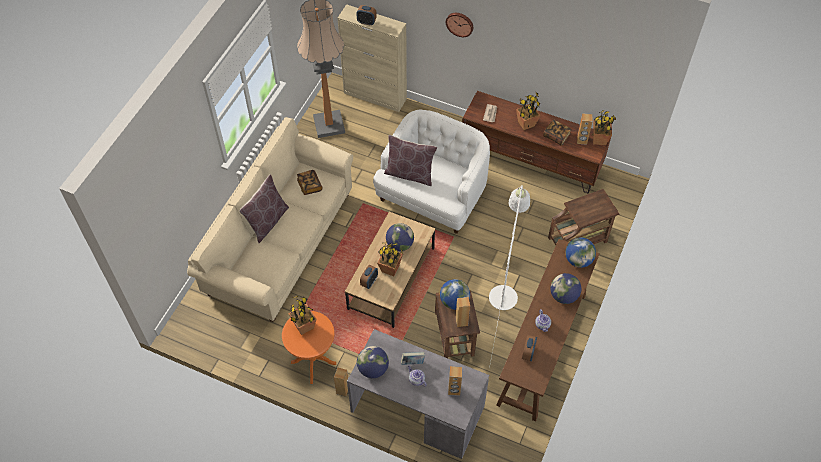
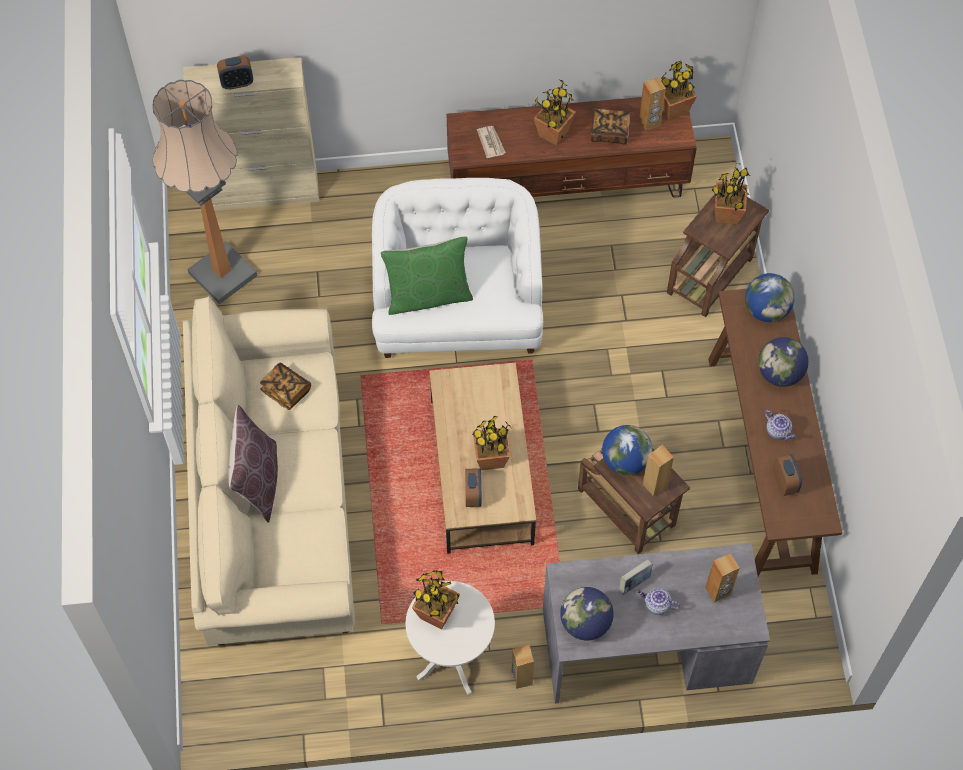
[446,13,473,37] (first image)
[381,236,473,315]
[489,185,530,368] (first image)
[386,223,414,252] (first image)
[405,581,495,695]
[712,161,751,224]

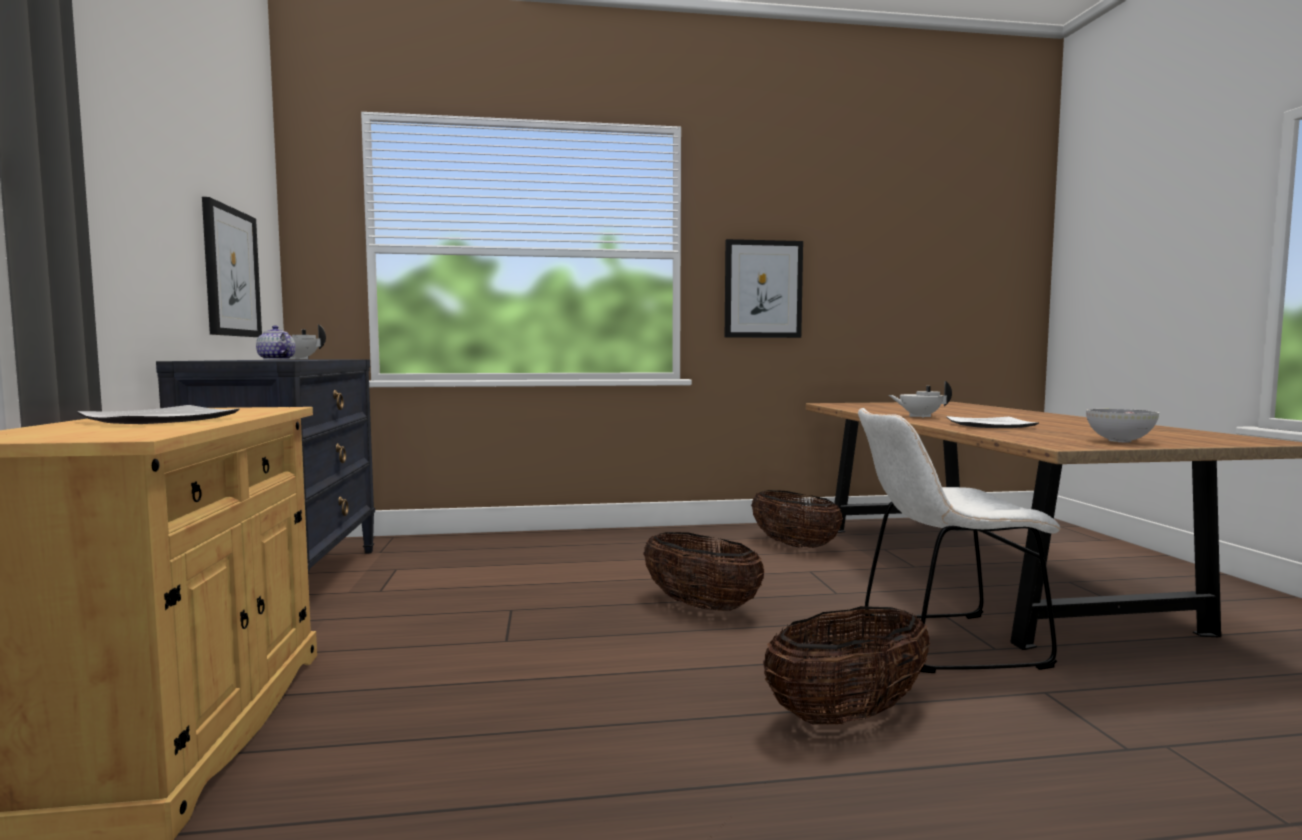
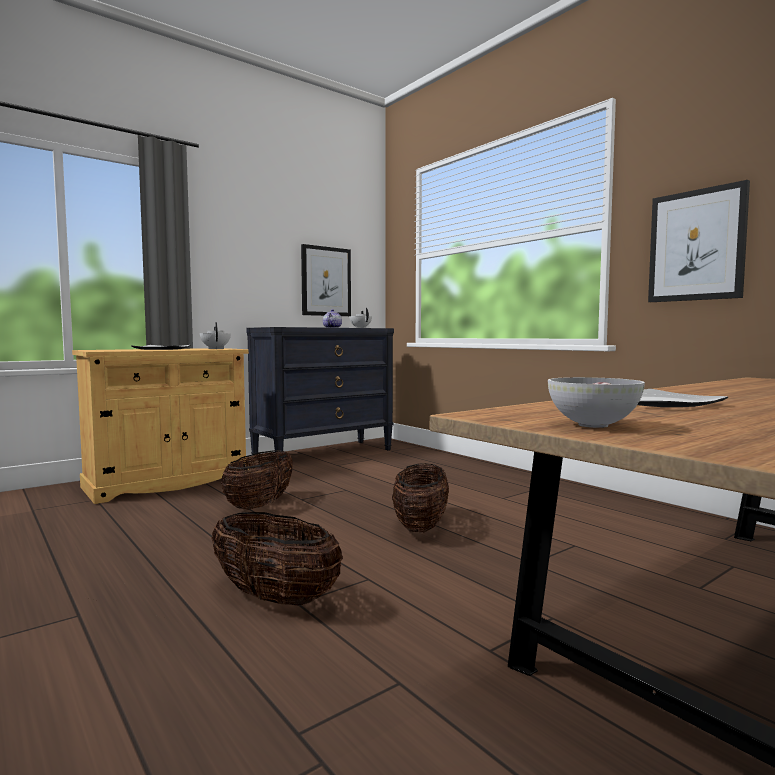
[200,322,231,349]
[858,408,1061,673] (first image)
[221,451,293,510]

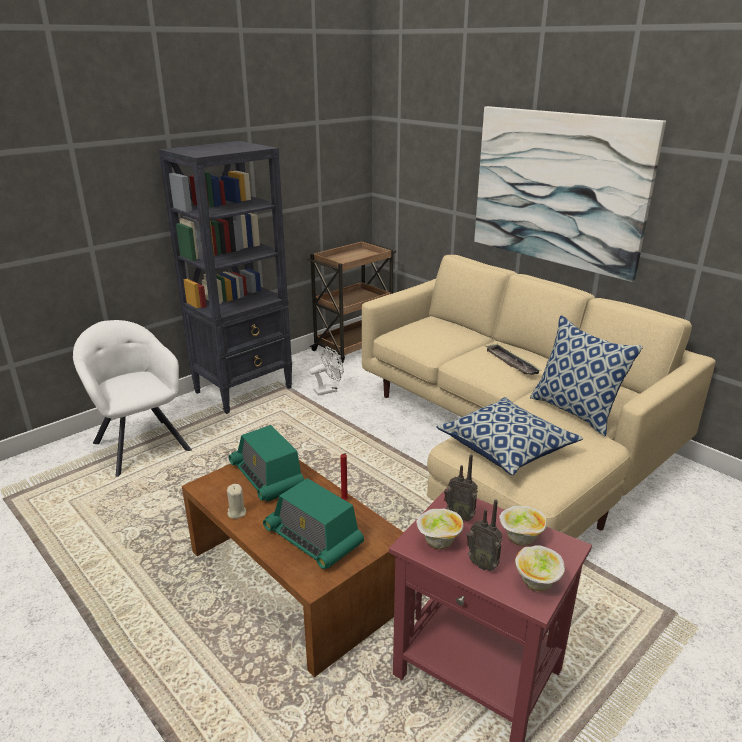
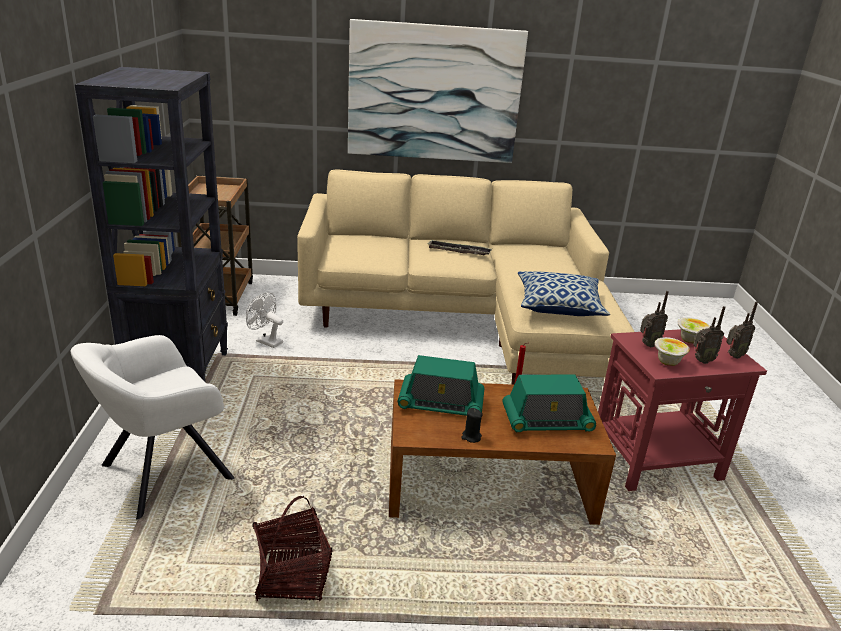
[530,315,643,436] (first image)
[71,335,235,519]
[246,292,283,348]
[461,408,483,443]
[726,302,758,359]
[252,496,333,601]

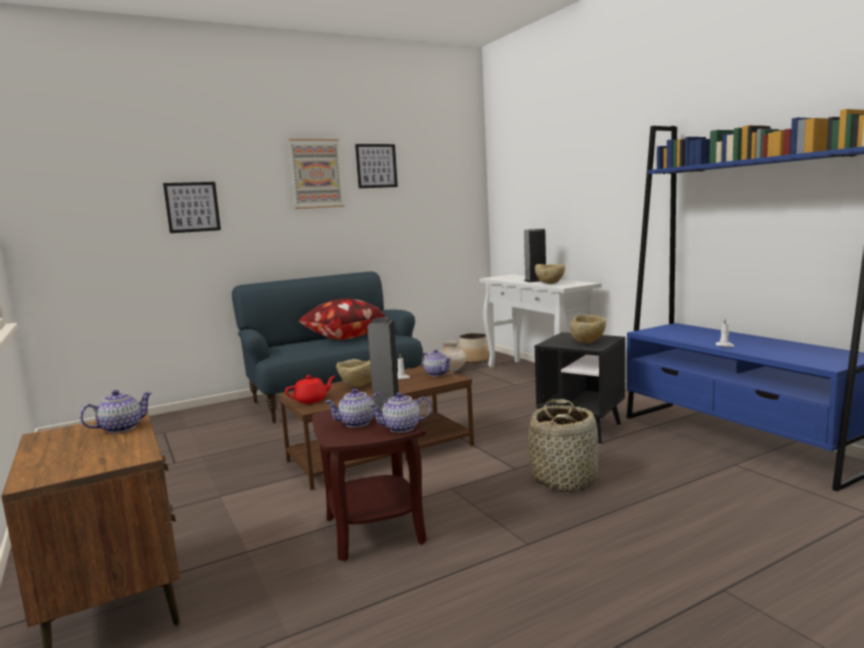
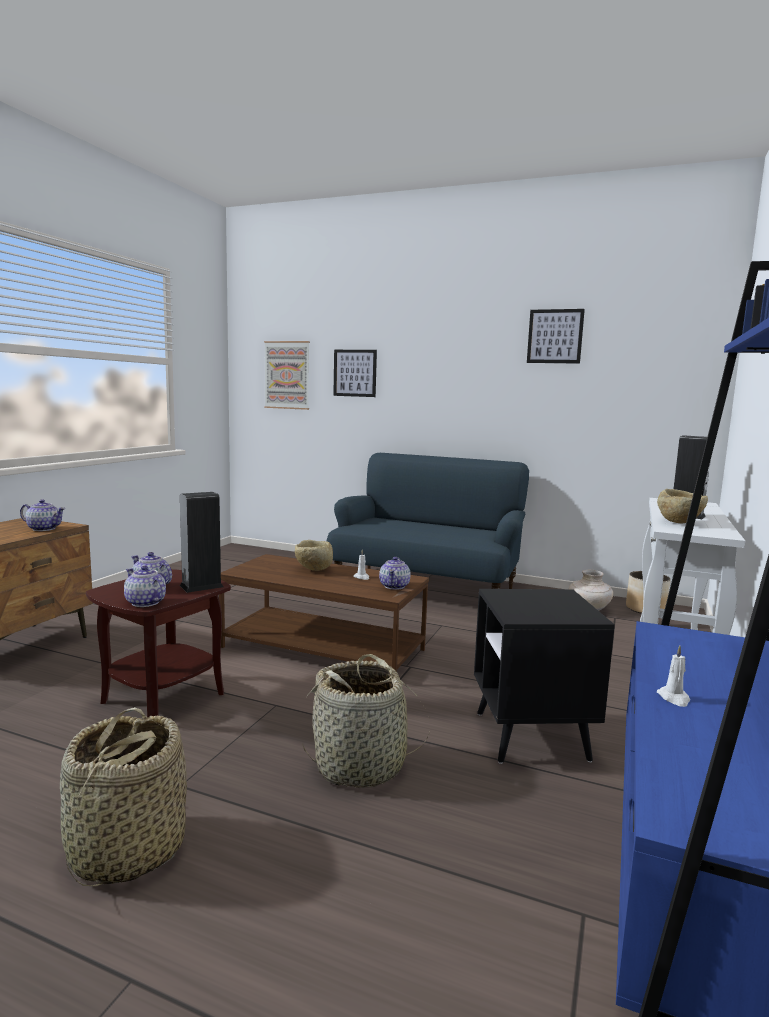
[264,341,310,410]
[299,299,385,340] (first image)
[570,315,606,343] (first image)
[285,375,335,404] (first image)
[60,707,187,887]

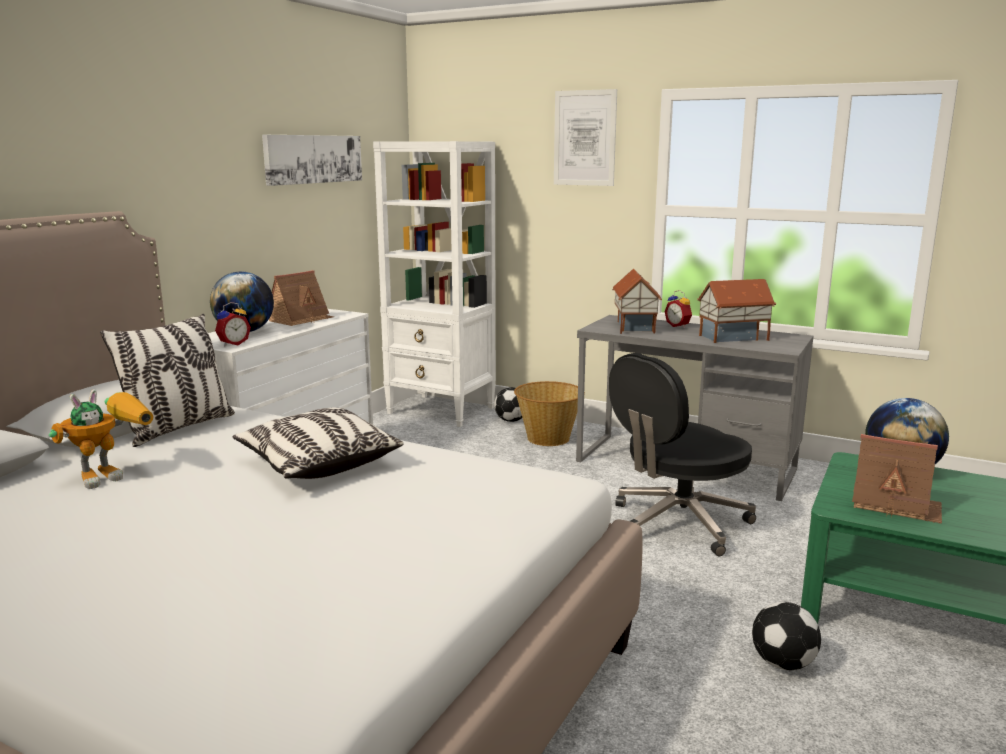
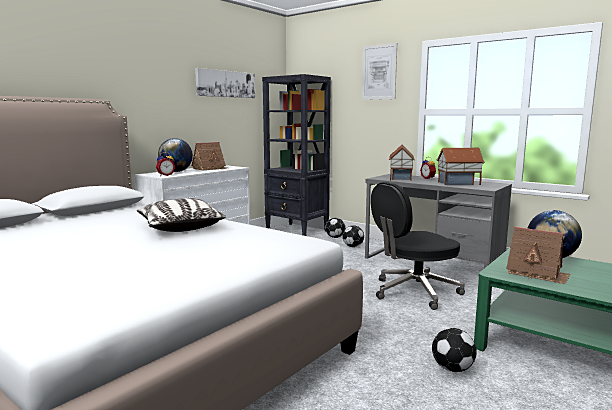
[262,74,331,236]
[100,314,235,447] (first image)
[342,225,364,247]
[49,389,154,489] (first image)

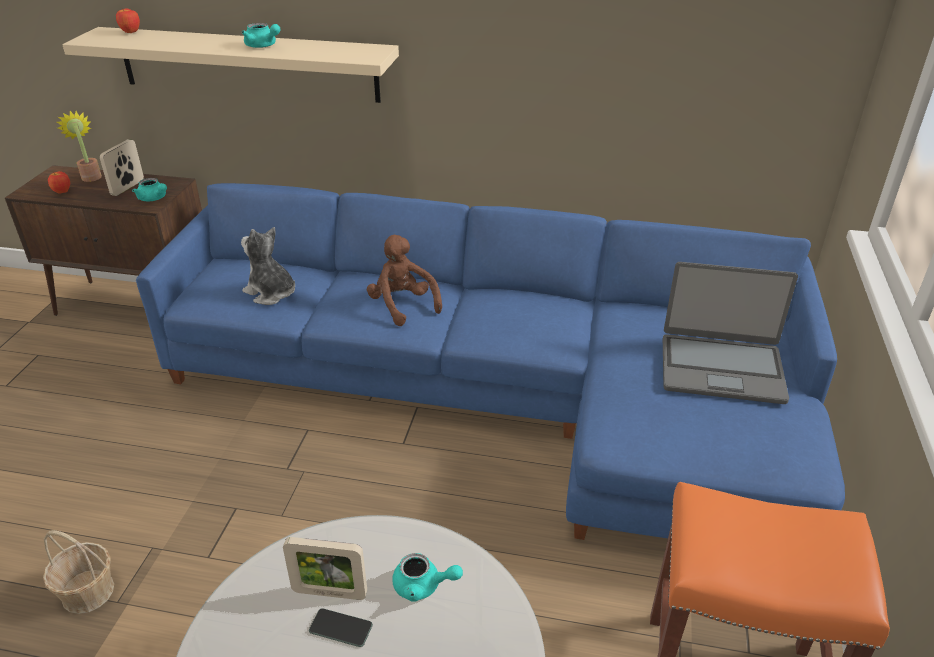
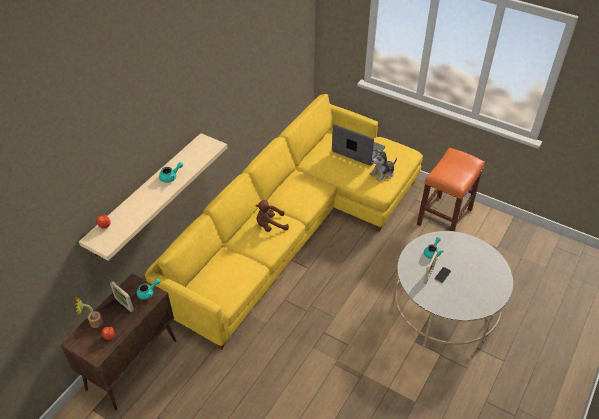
[145,94,423,350]
[370,148,397,182]
[332,124,385,166]
[43,530,114,614] (first image)

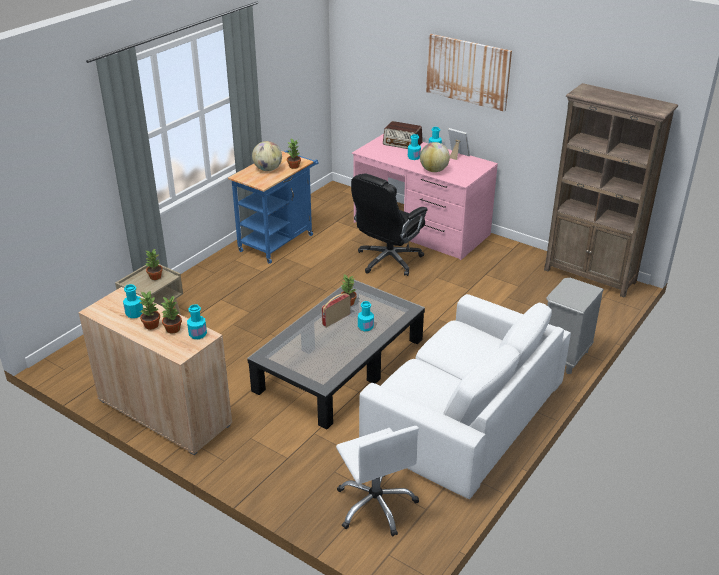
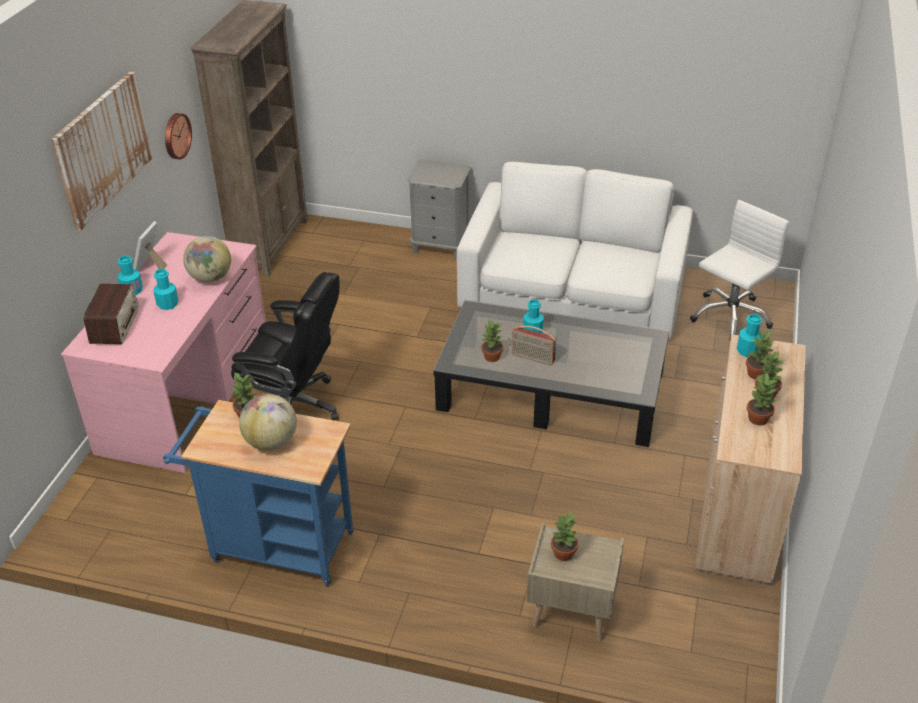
[747,372,778,425]
[165,113,192,159]

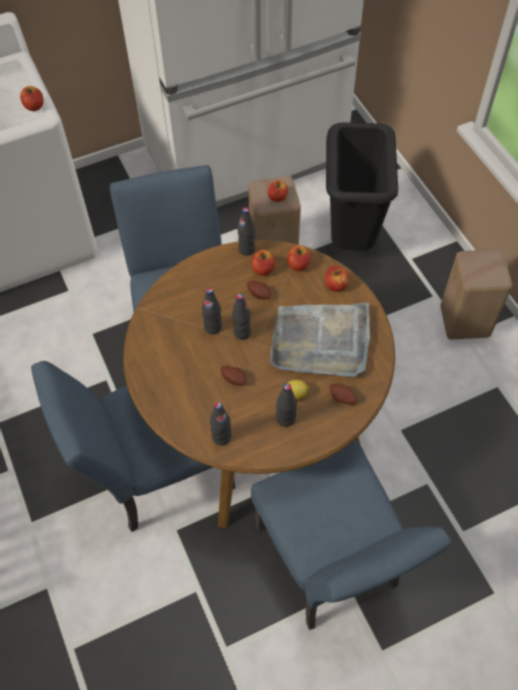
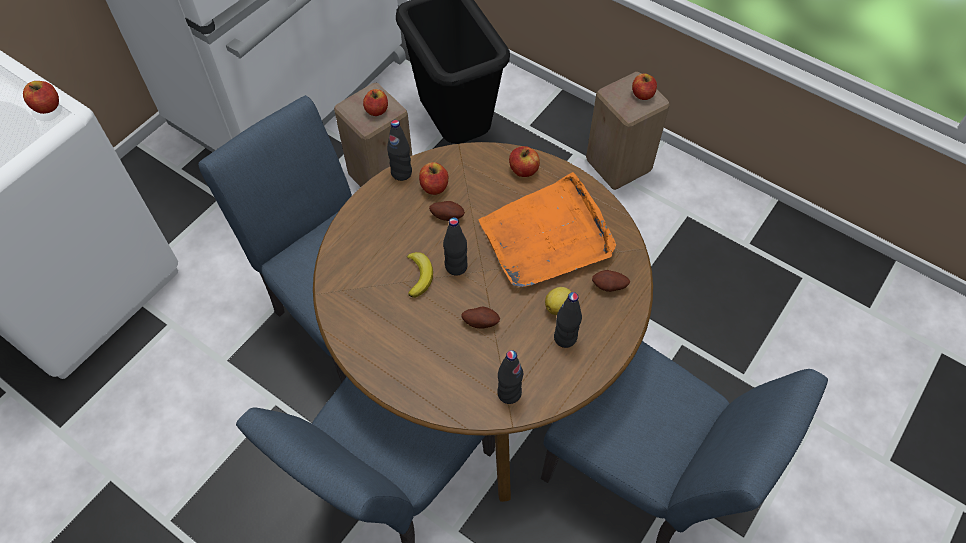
[632,73,657,100]
[407,252,433,298]
[479,172,616,287]

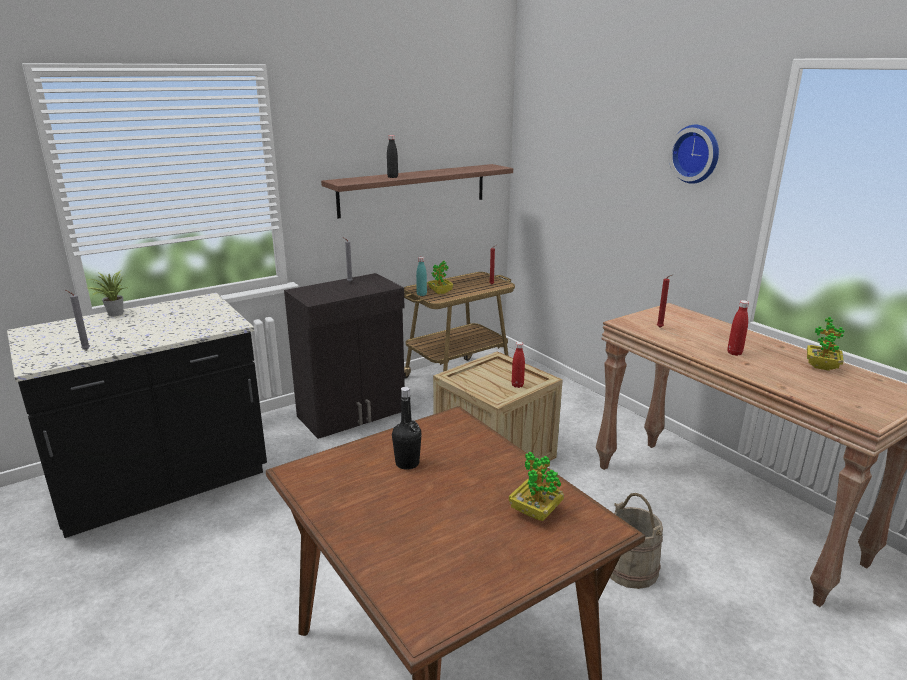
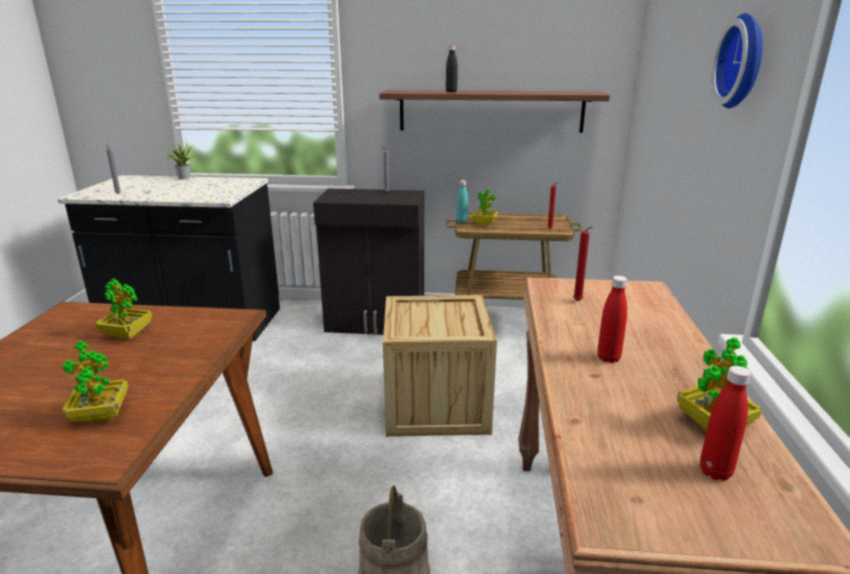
[700,366,751,481]
[95,279,152,339]

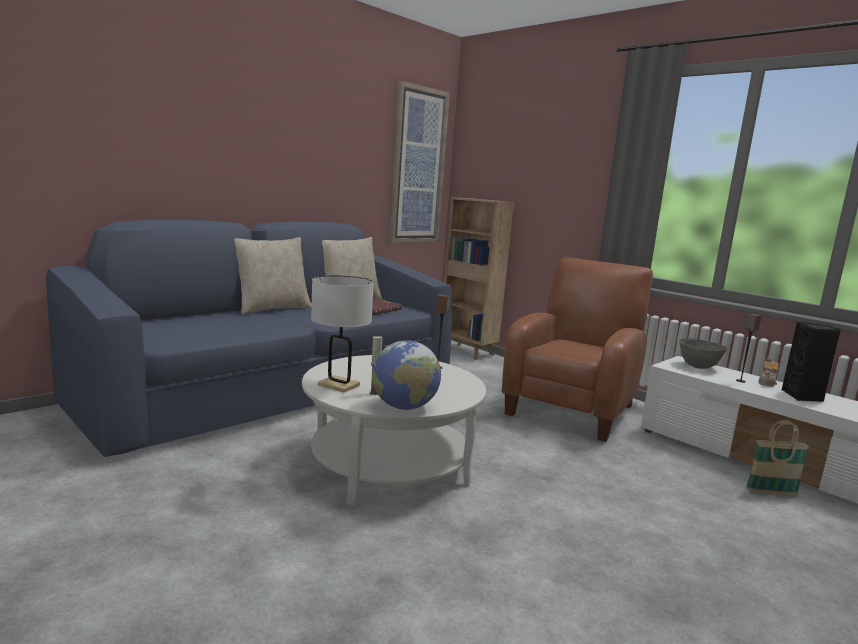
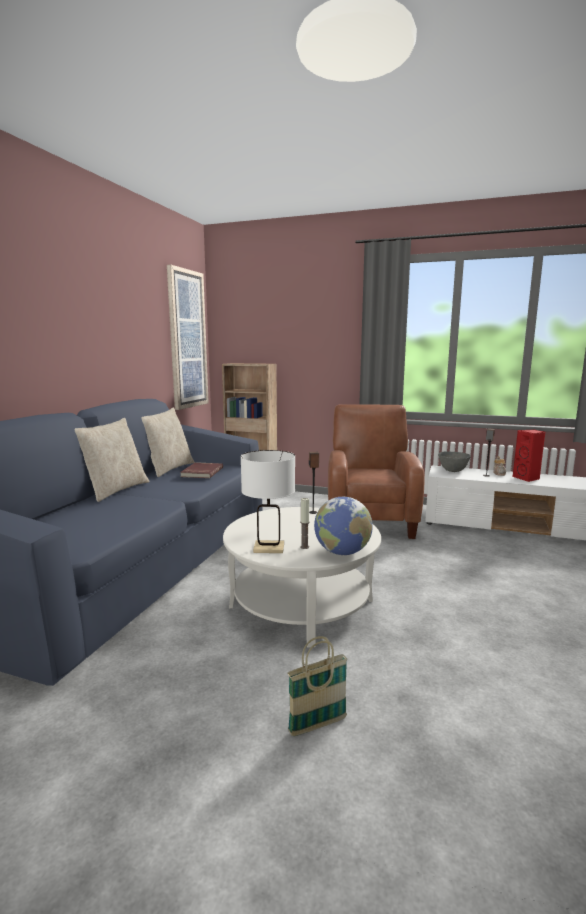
[513,430,545,482]
[288,636,348,736]

